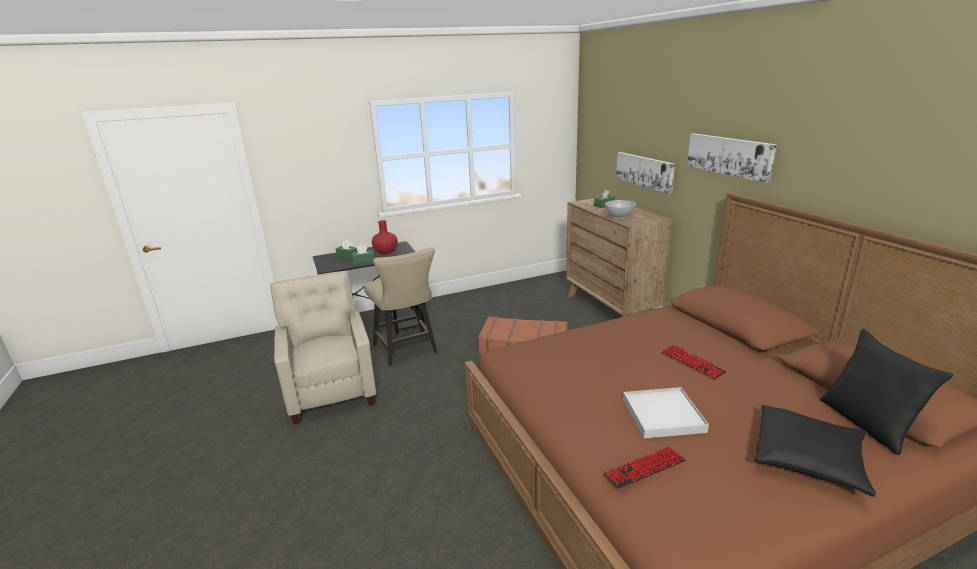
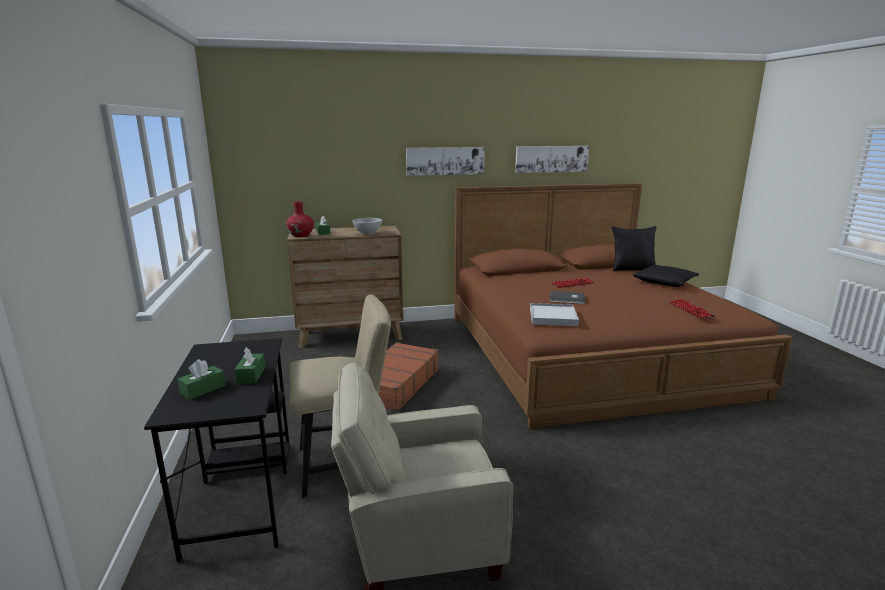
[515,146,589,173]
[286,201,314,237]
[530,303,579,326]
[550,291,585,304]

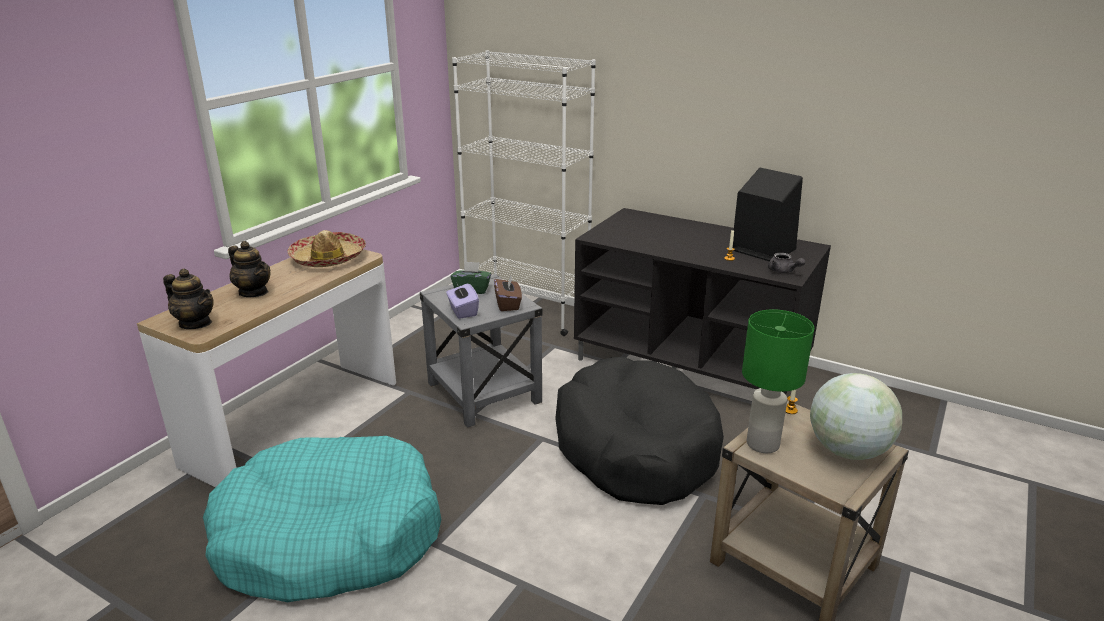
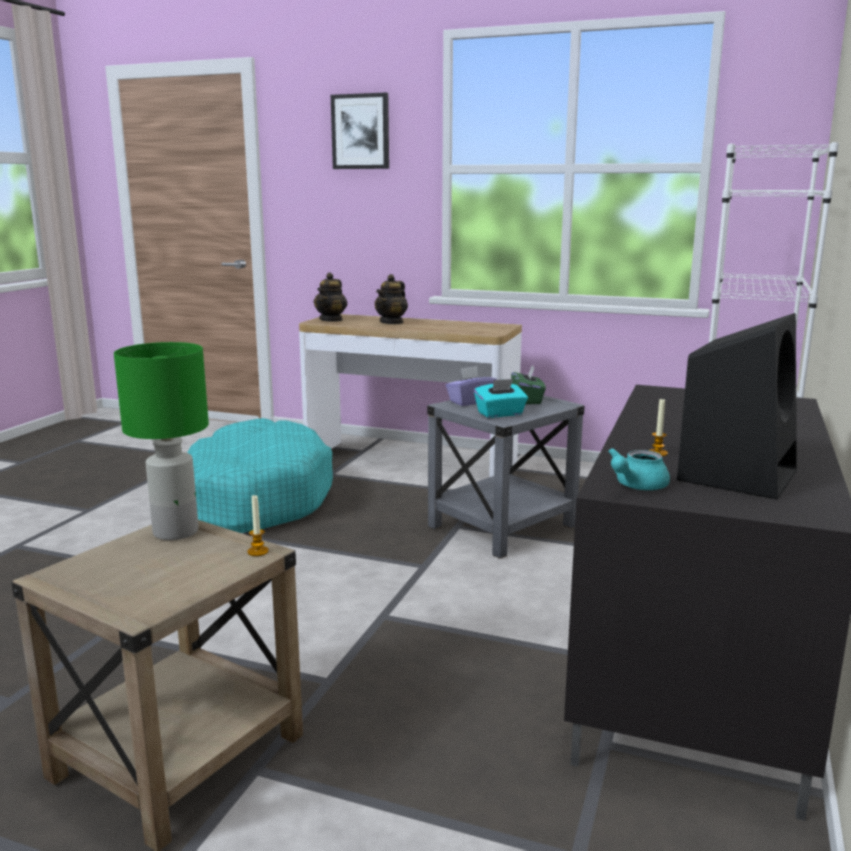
[287,230,366,267] (first image)
[608,448,670,490]
[474,379,528,418]
[555,357,724,505] (first image)
[810,373,902,460] (first image)
[331,93,389,169]

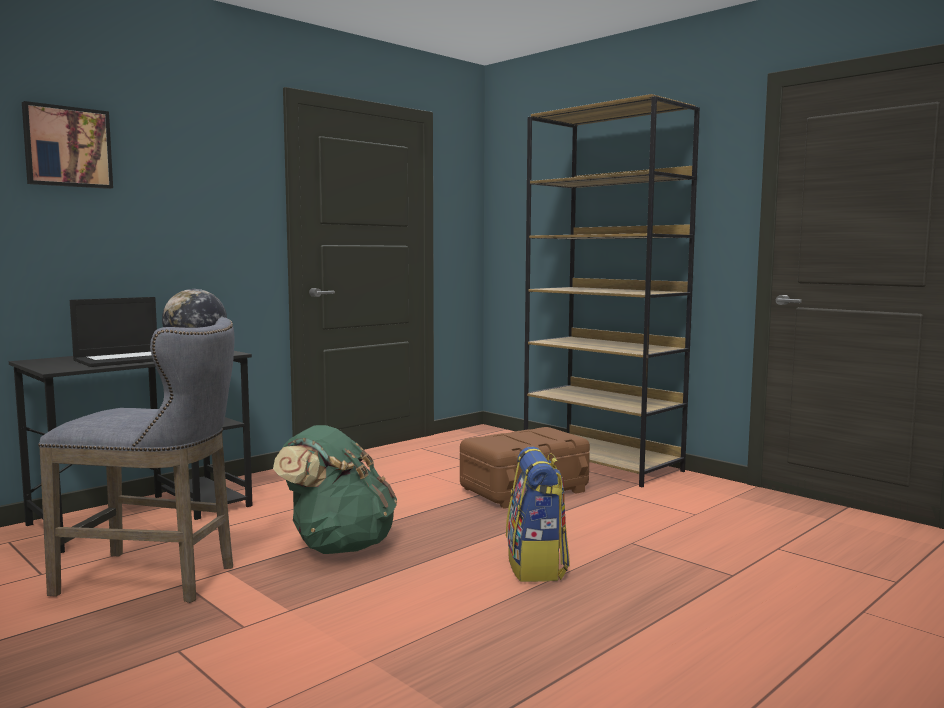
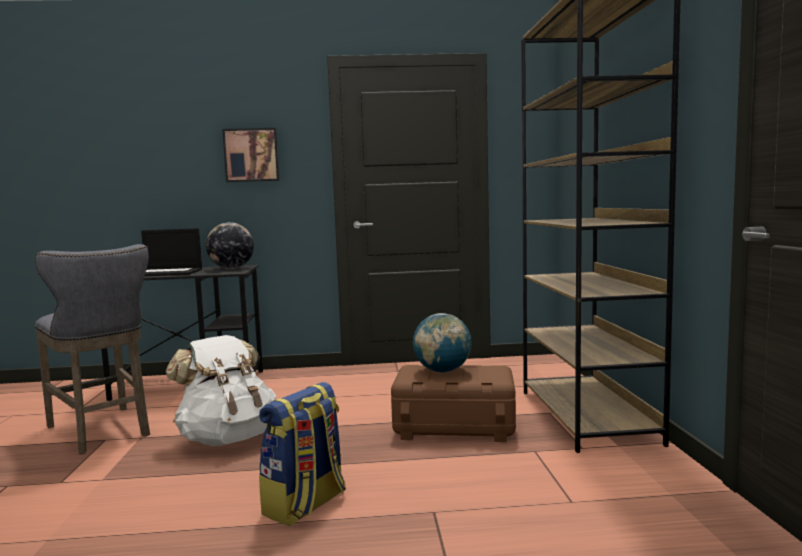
[222,128,280,182]
[165,335,276,446]
[413,313,472,373]

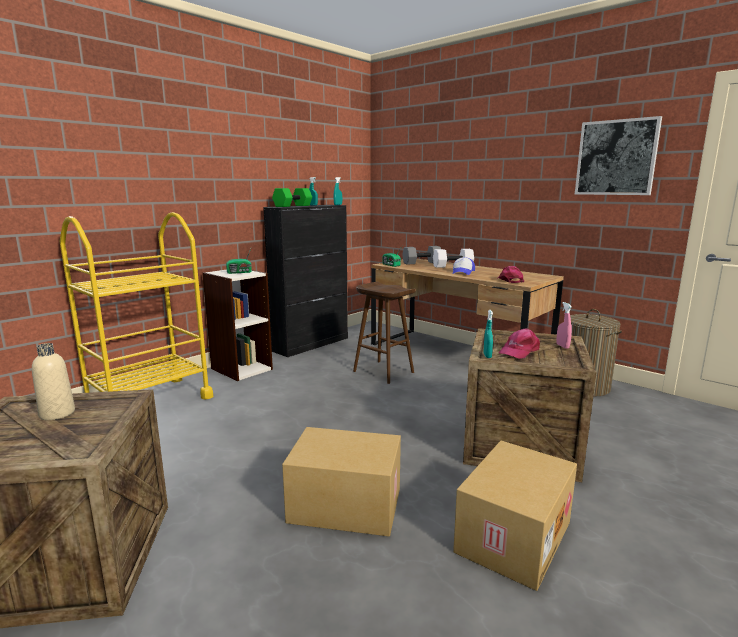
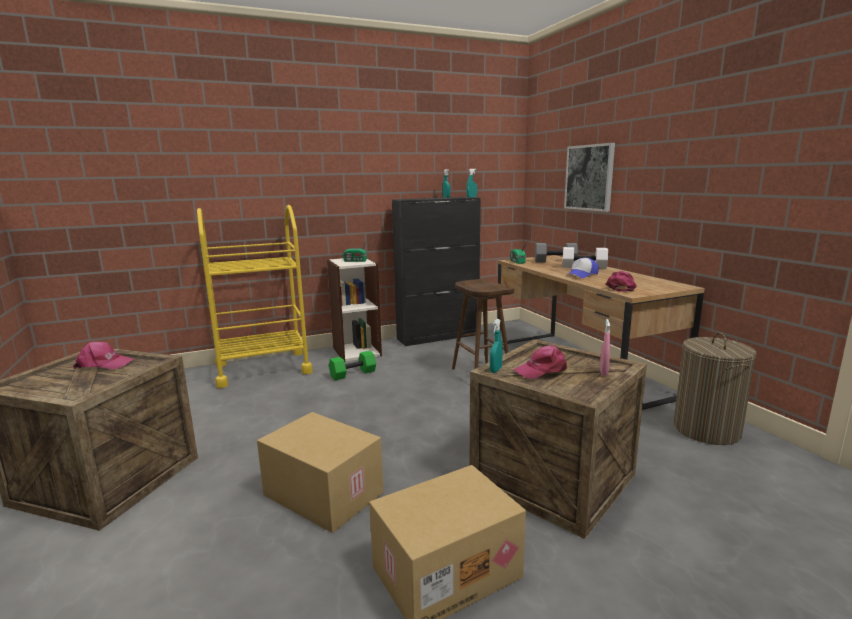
[564,143,615,212]
[329,351,376,380]
[73,342,133,369]

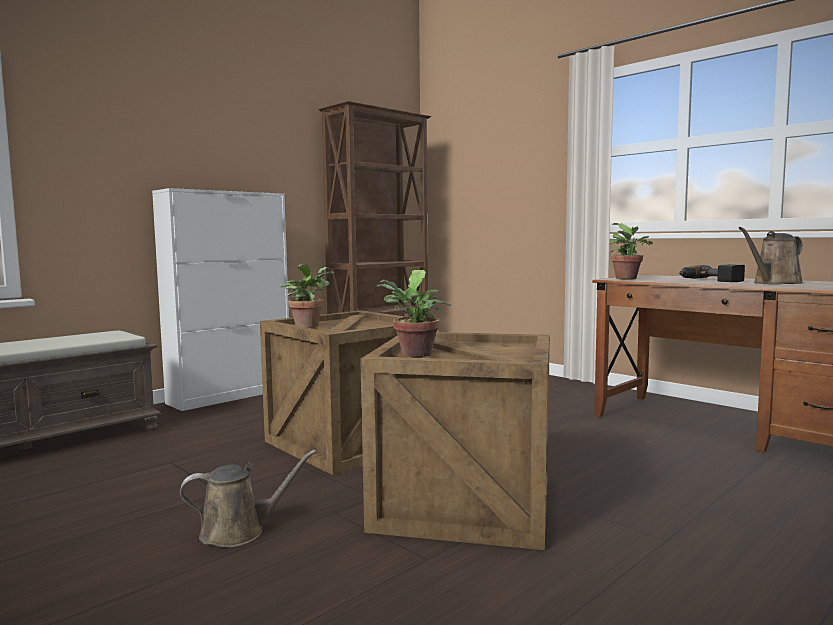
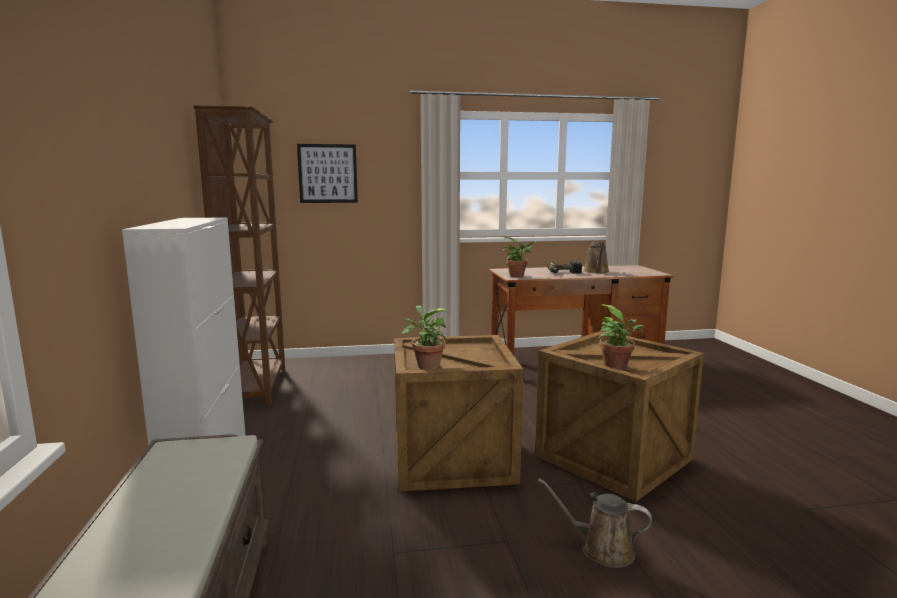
[538,478,652,568]
[297,144,358,203]

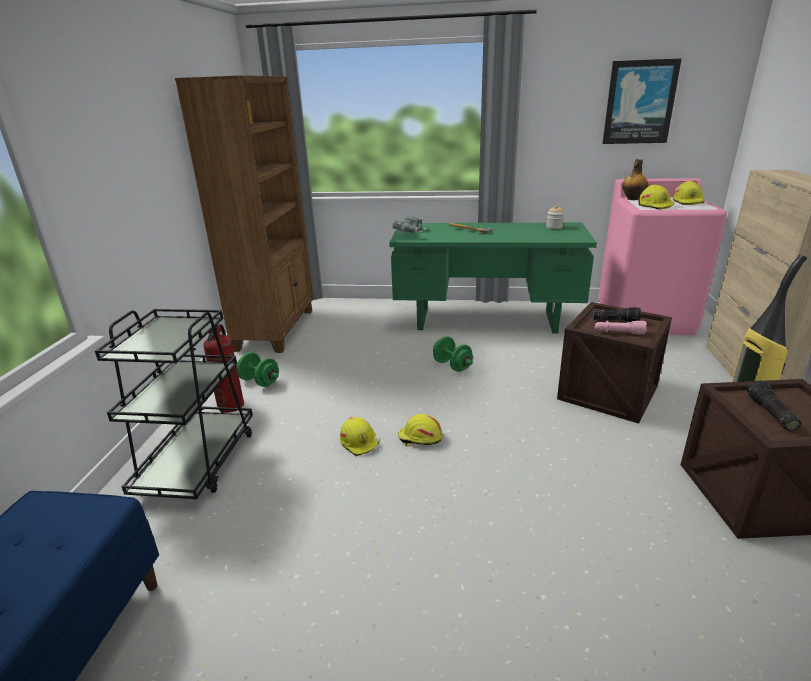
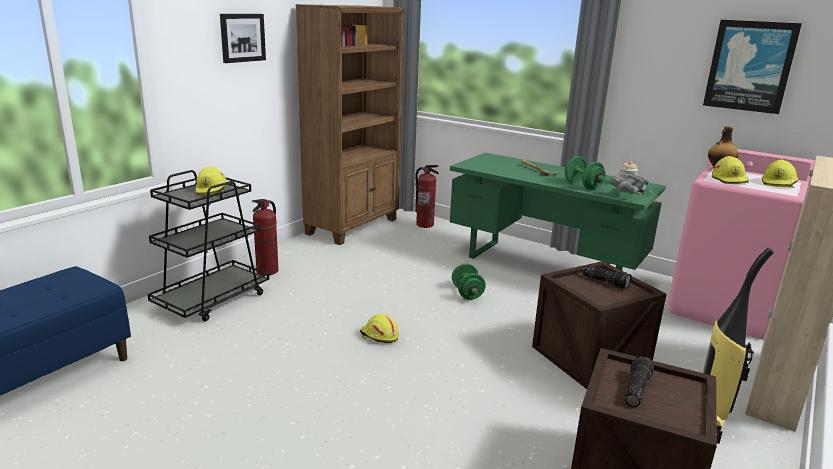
[610,173,653,195]
[595,321,647,335] (first image)
[565,156,606,189]
[195,167,228,195]
[220,14,266,63]
[415,165,439,228]

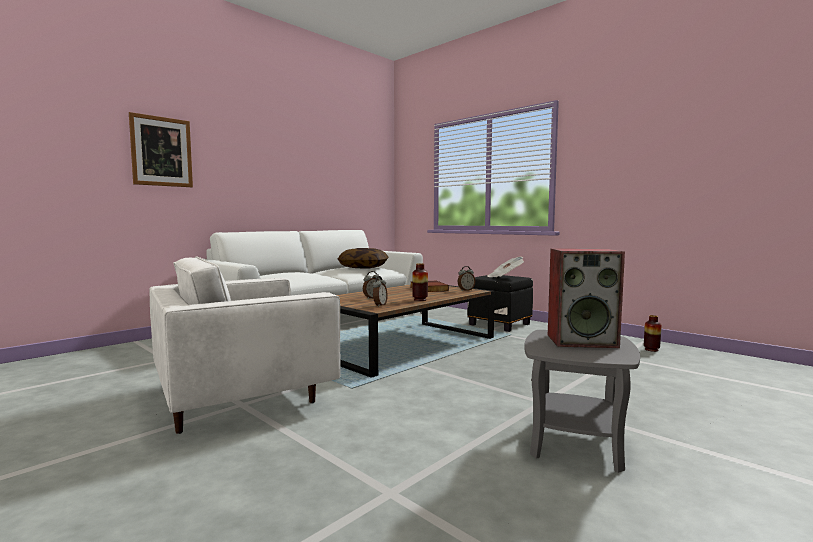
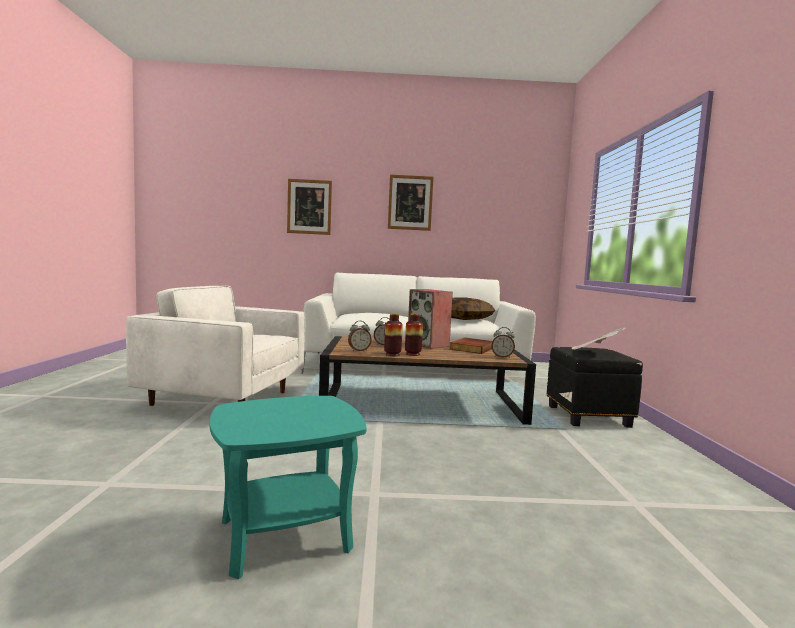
[408,289,453,349]
[384,314,403,356]
[210,396,367,579]
[388,174,434,231]

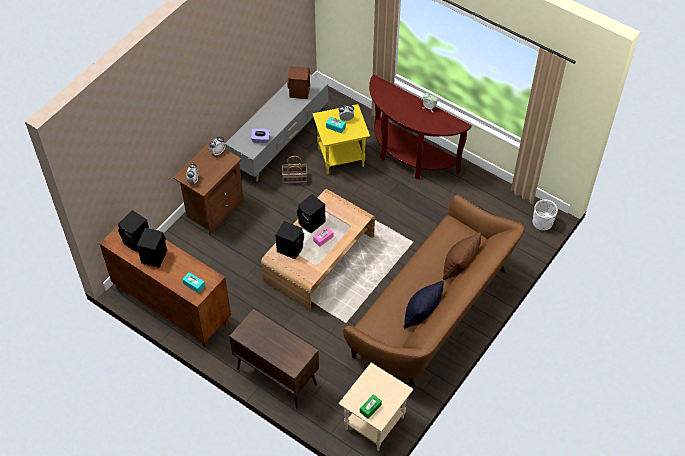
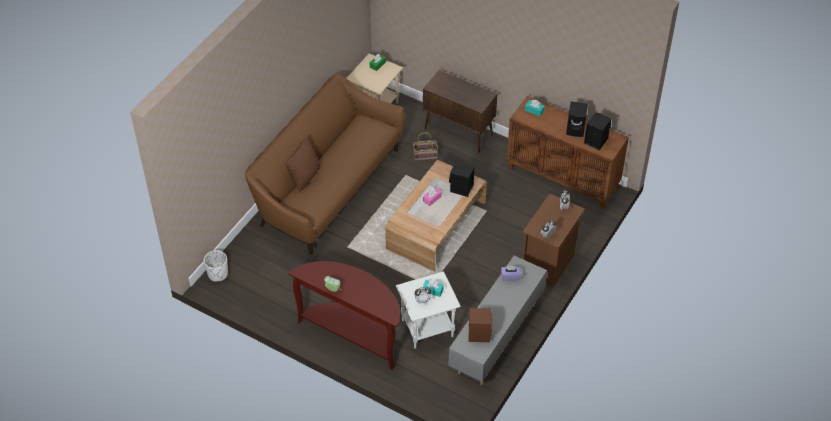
[396,271,461,349]
[413,132,438,161]
[297,194,326,233] (first image)
[404,280,444,328] (first image)

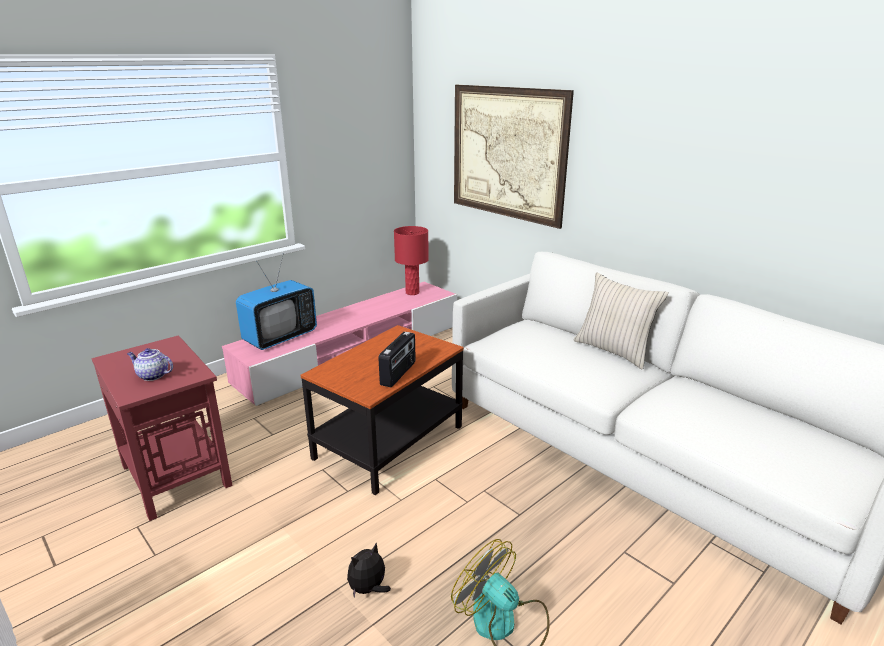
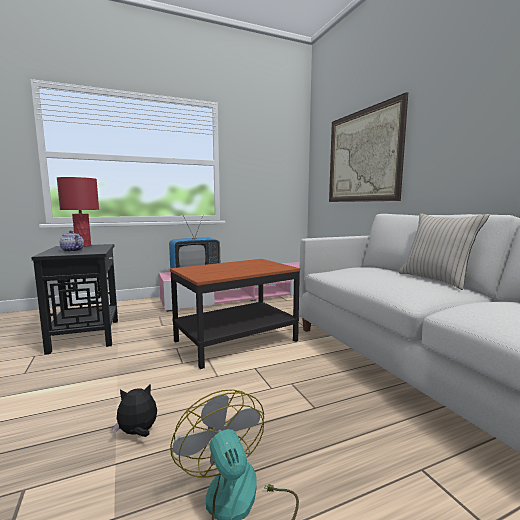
[57,177,99,247]
[378,332,416,387] (first image)
[31,244,118,355]

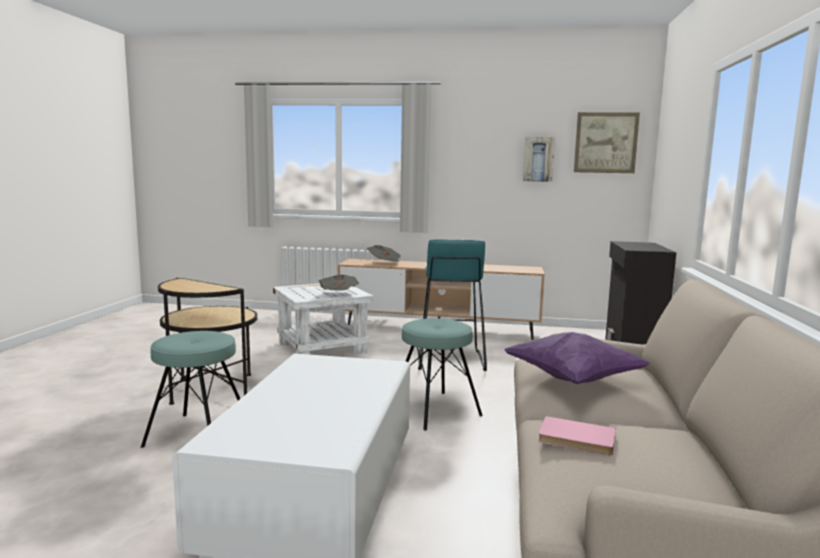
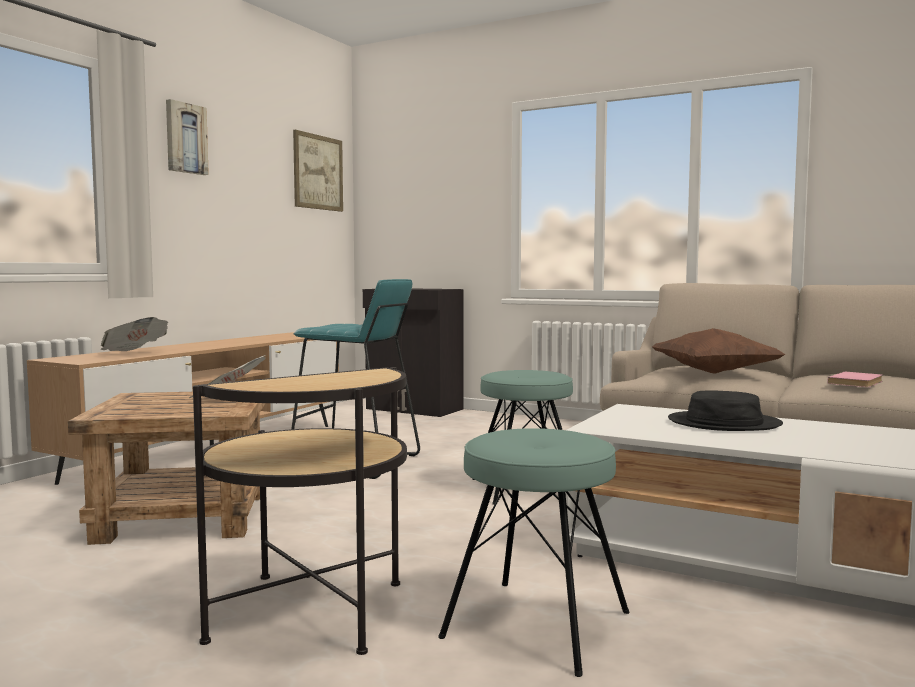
[166,99,209,175]
[68,392,265,545]
[652,328,785,374]
[668,390,783,431]

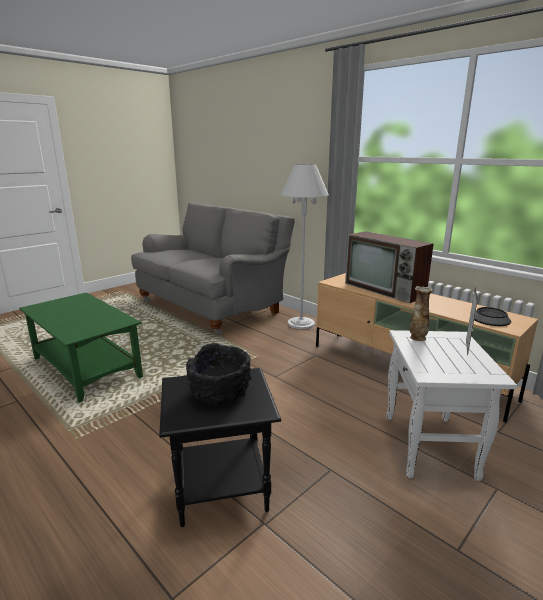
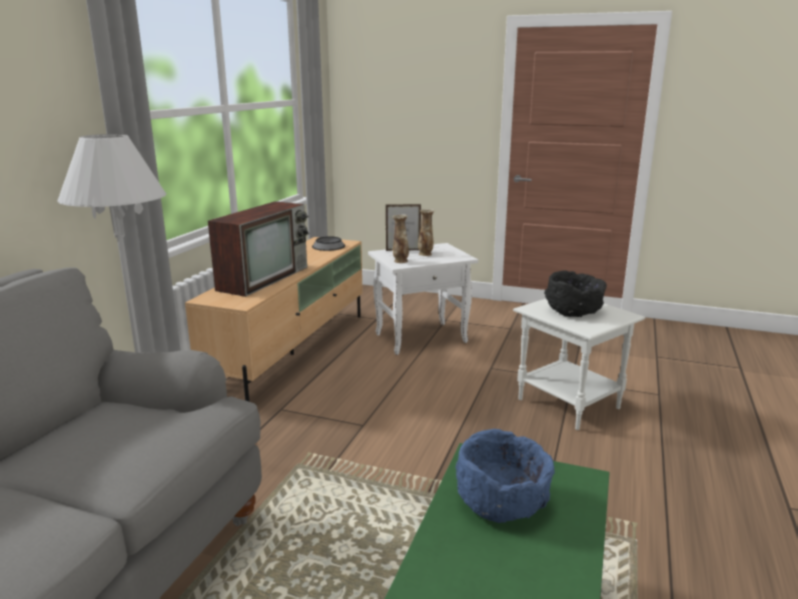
[513,299,645,430]
[418,209,434,256]
[455,429,555,523]

